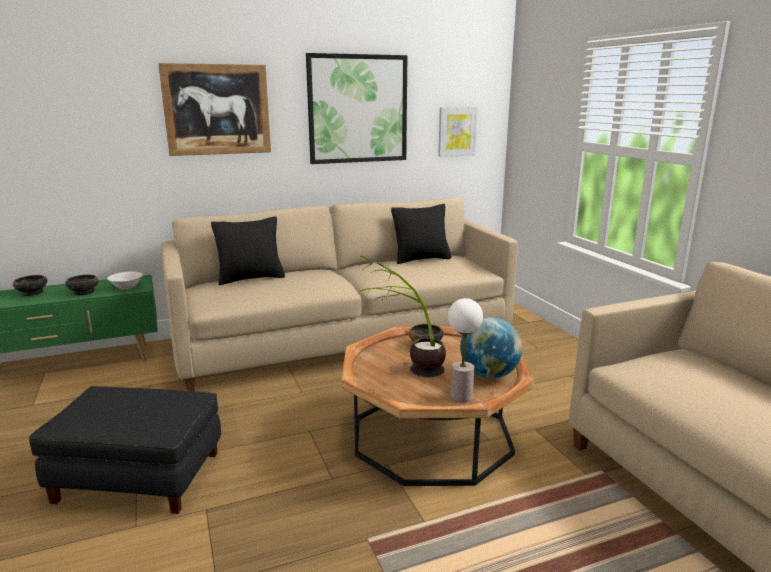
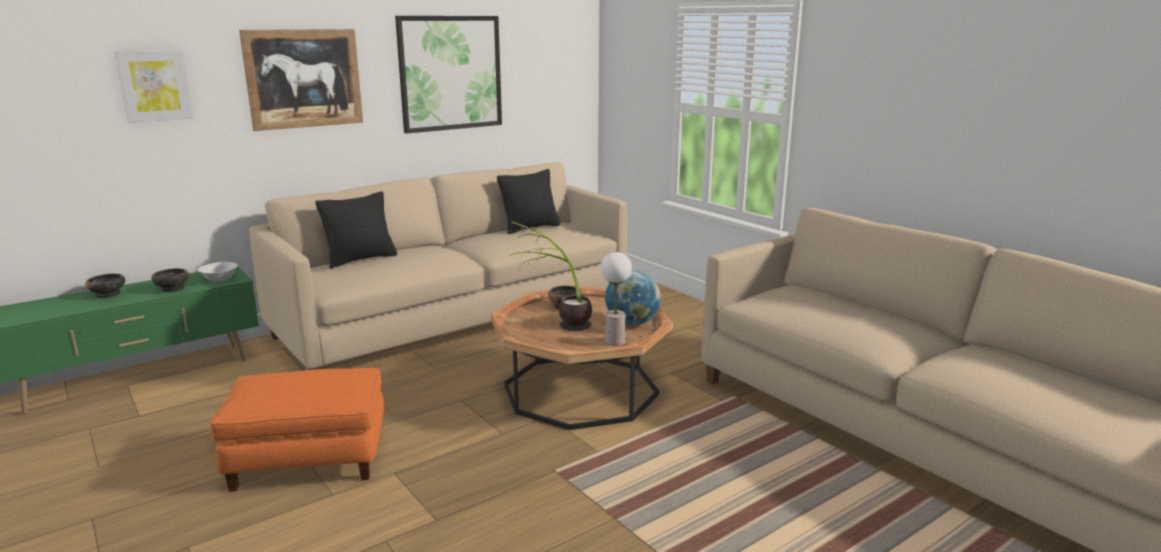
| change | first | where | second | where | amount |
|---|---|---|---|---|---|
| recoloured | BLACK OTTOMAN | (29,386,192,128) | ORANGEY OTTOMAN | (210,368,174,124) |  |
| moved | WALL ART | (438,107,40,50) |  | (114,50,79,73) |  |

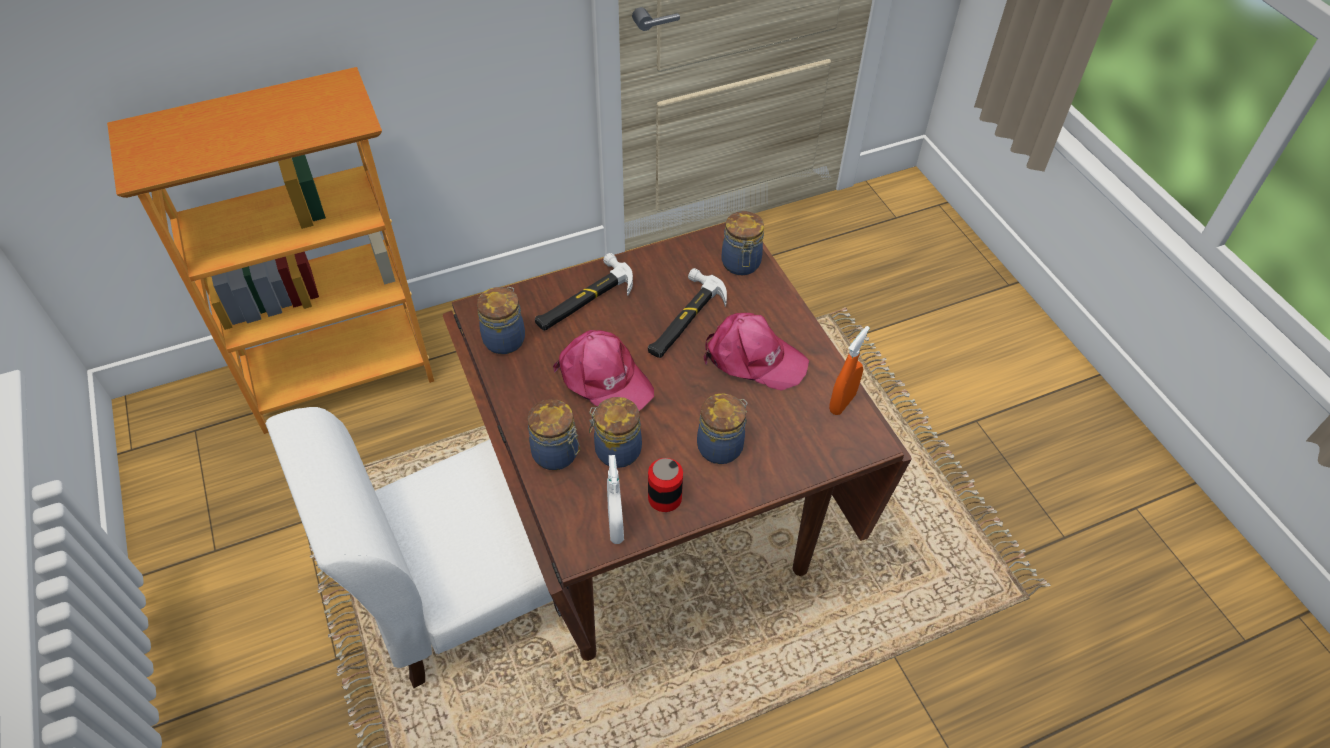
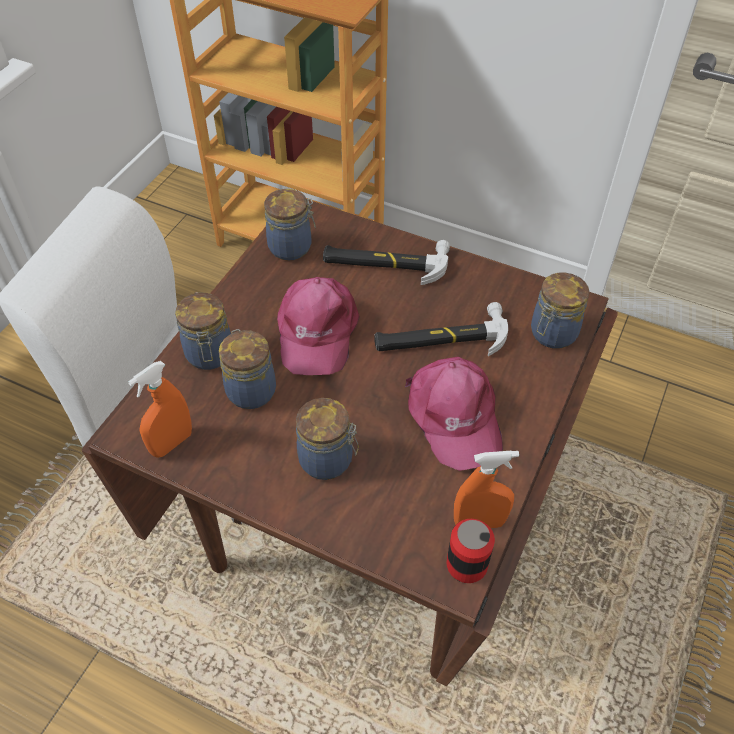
| change | first | where | second | where | amount |
|---|---|---|---|---|---|
| recoloured | WHITE SPRAY BOTTLE | (607,455,17,89) | ORANGEY SPRAY BOTTLE | (128,361,64,97) |  |
| moved | SEALED CAN | (648,458,35,54) |  | (447,519,48,64) |  |

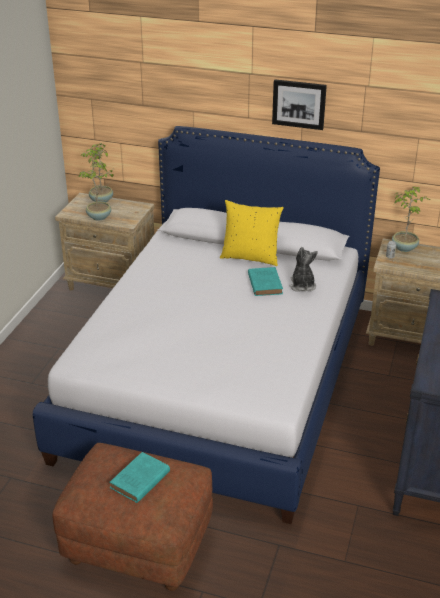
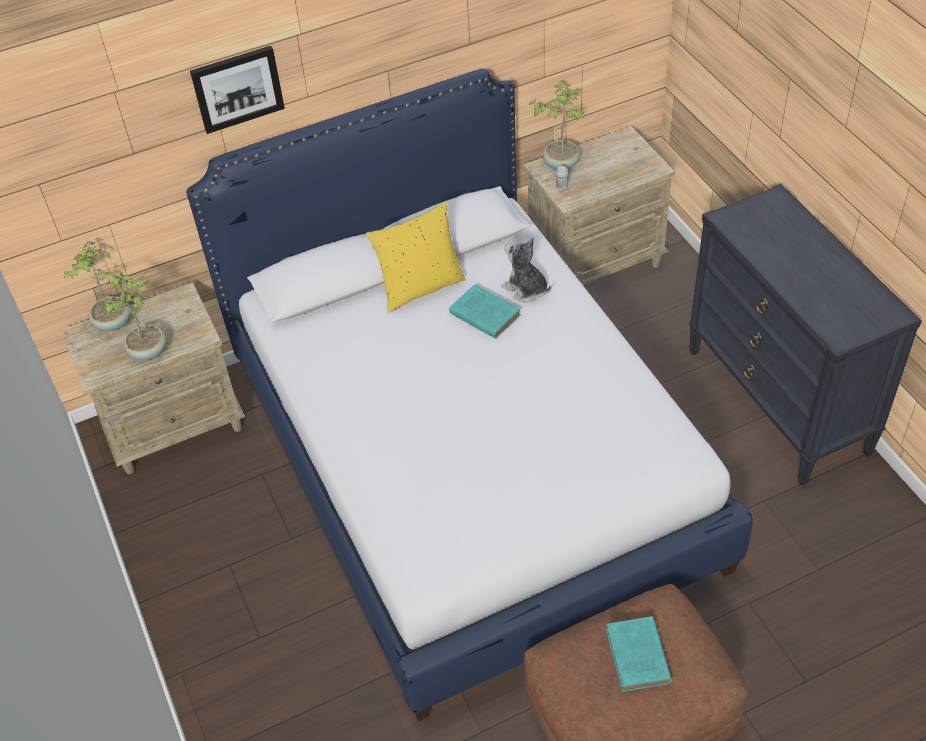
| change | first | where | second | where | amount |
|---|---|---|---|---|---|
| moved | WALL ART | (272,79,55,51) |  | (190,46,95,88) |  |

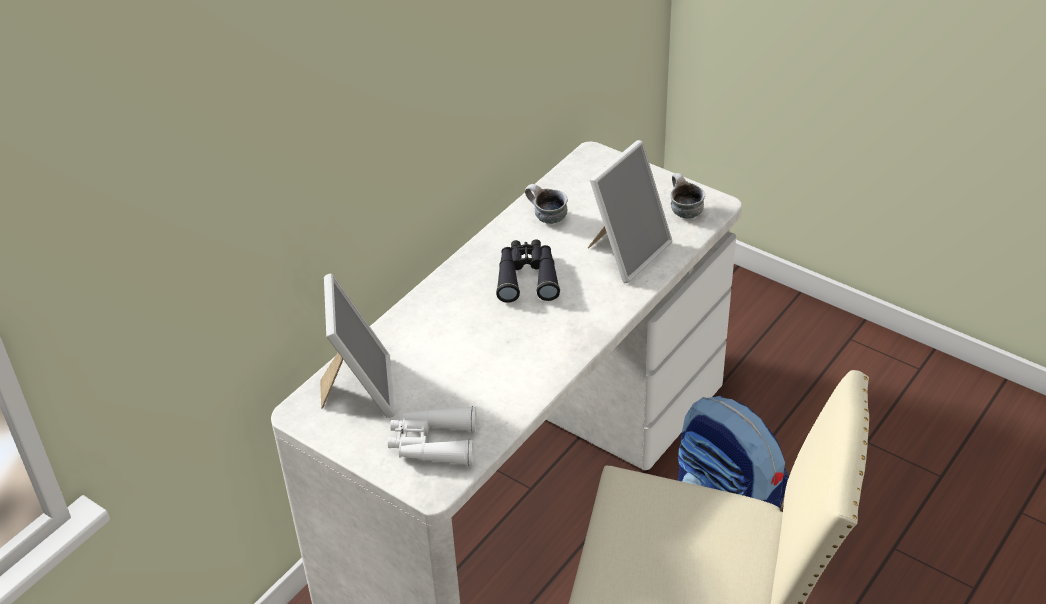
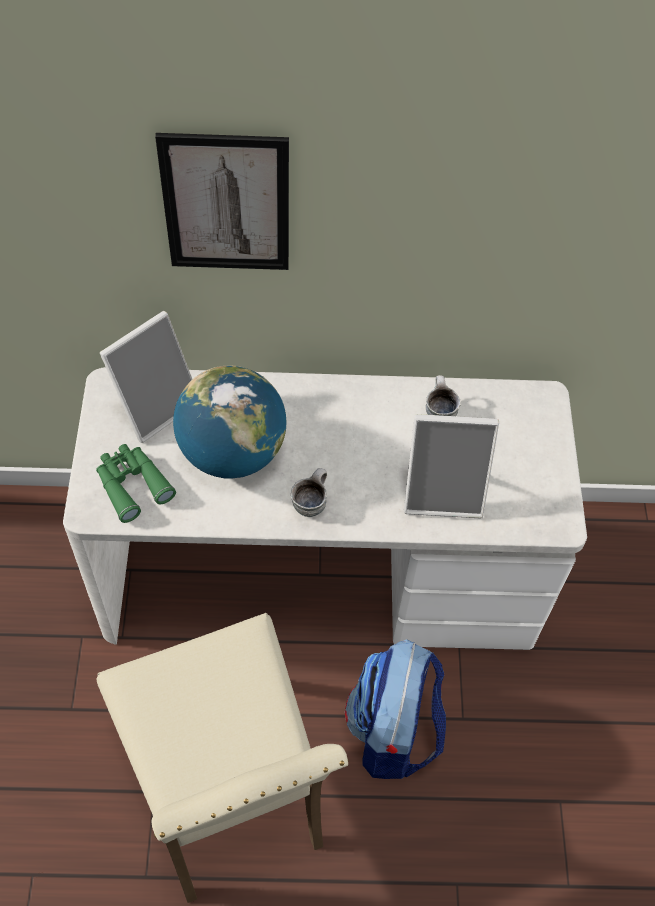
| change | first | where | second | where | amount |
|---|---|---|---|---|---|
| recoloured | WHITE BINOCULARS | (388,406,88,60) | GREEN-COLOURED BINOCULARS | (96,444,80,79) |  |
| removed | BLACK BINOCULARS | (496,239,64,64) |  |  |  |
| moved | MUG | (671,173,34,46) |  | (291,468,36,49) |  |
| added |  |  | WALL ART | (155,133,134,137) |  |
| added |  |  | GLOBE | (173,365,113,113) |  |

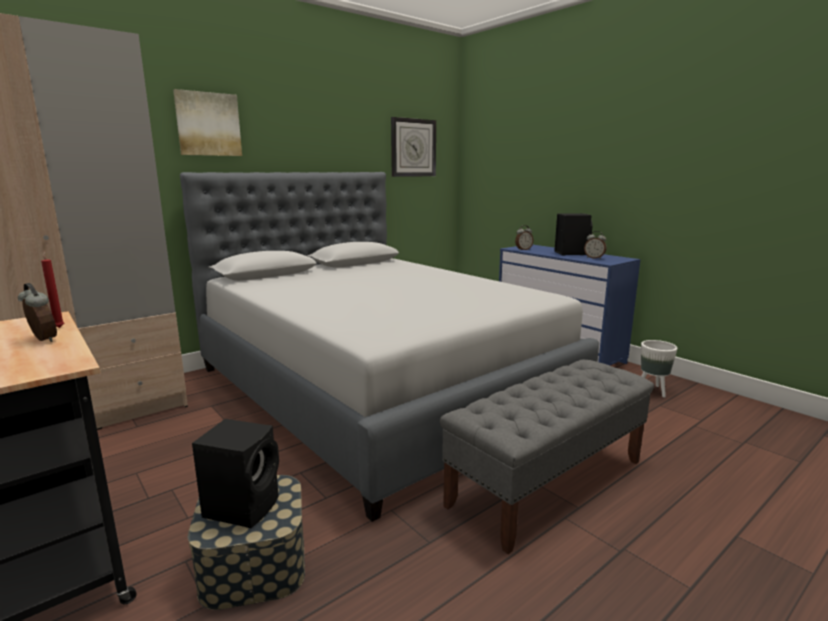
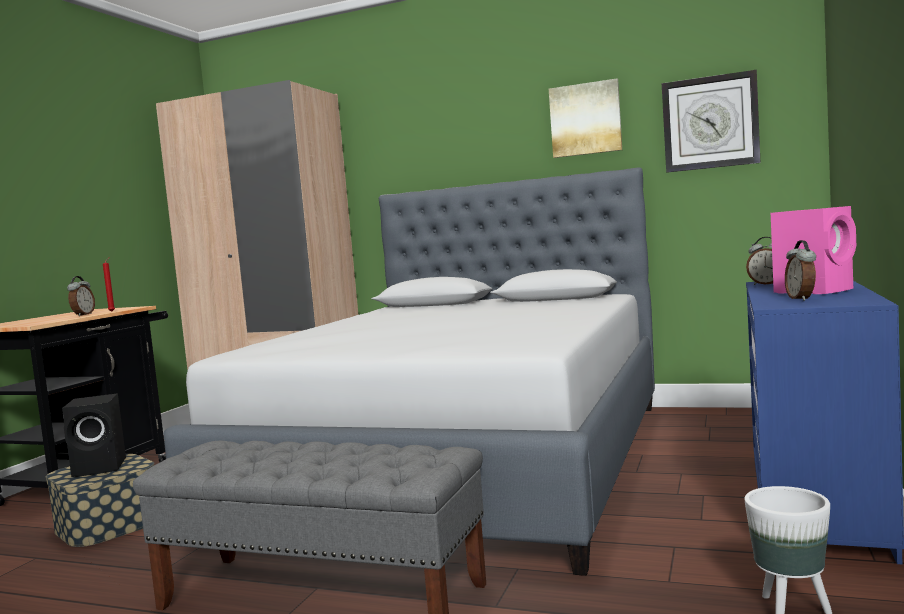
| change | first | where | second | where | amount |
|---|---|---|---|---|---|
| moved | WALL ART | (173,89,69,67) |  | (549,78,73,80) |  |
| recoloured | BLACK SPEAKER | (554,213,39,42) | PINK-COLOURED SPEAKER | (771,206,85,88) |  |

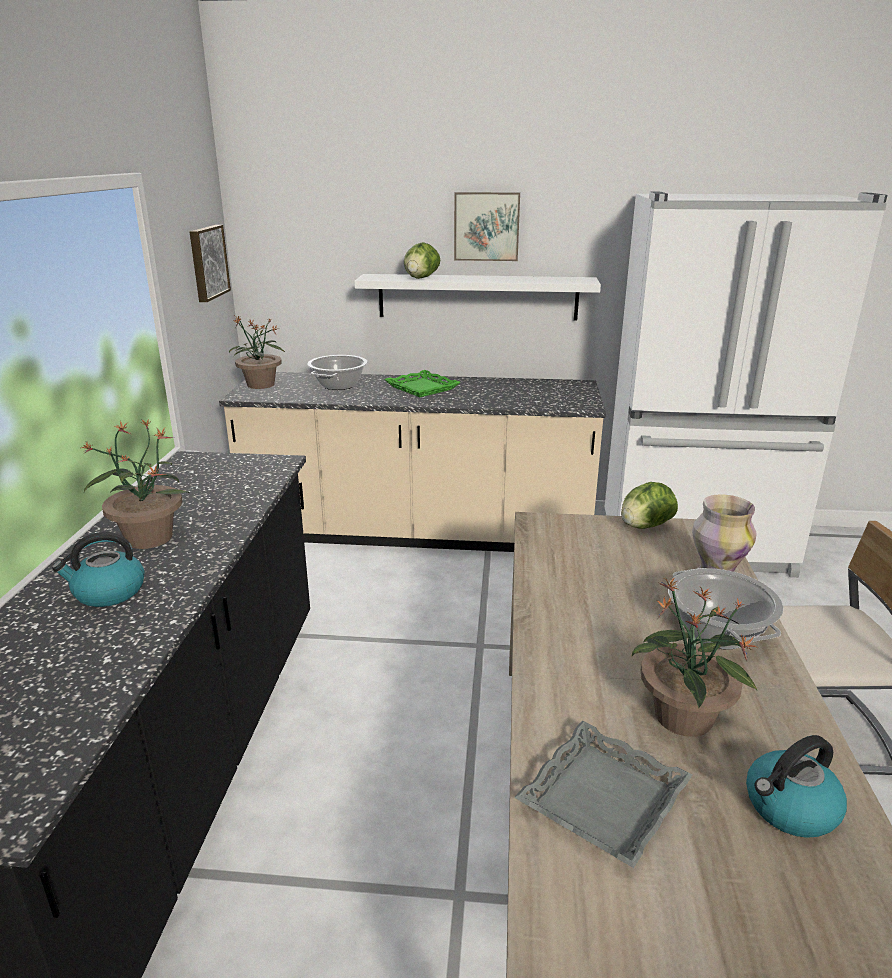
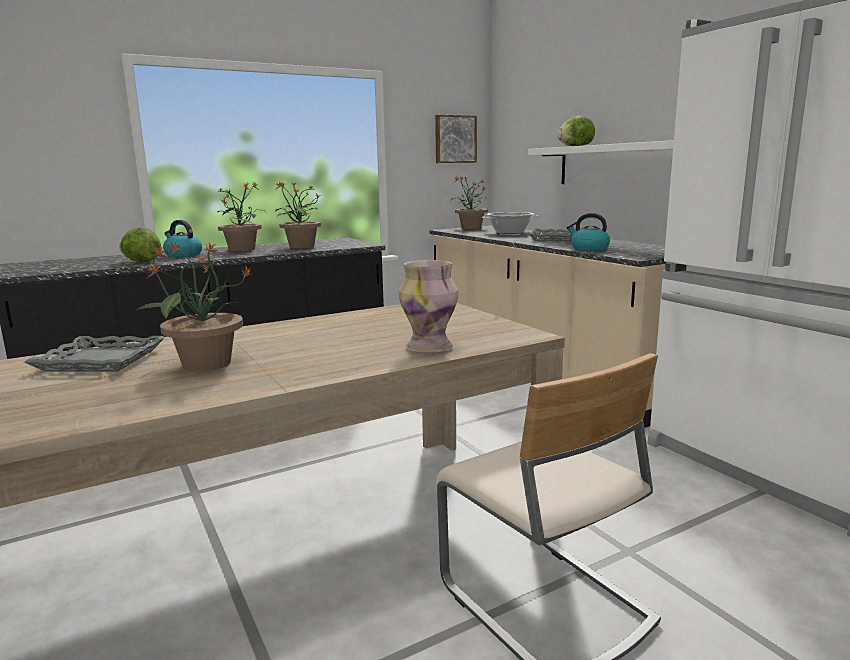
| change | first | where | second | where | amount |
|---|---|---|---|---|---|
| recoloured | GREEN-COLOURED TRAY | (384,370,77,27) | GRAY TRAY | (529,229,47,12) |  |
| removed | WALL ART | (454,192,66,69) |  |  |  |
| moved | HEAD OF LETTUCE | (621,482,57,47) |  | (119,227,42,35) |  |
| removed | SAUCEPOT | (668,568,115,82) |  |  |  |
| moved | WATER KETTLE | (746,735,101,103) |  | (567,213,43,38) |  |
| added |  |  | HOUSEPLANT | (275,181,46,67) |  |

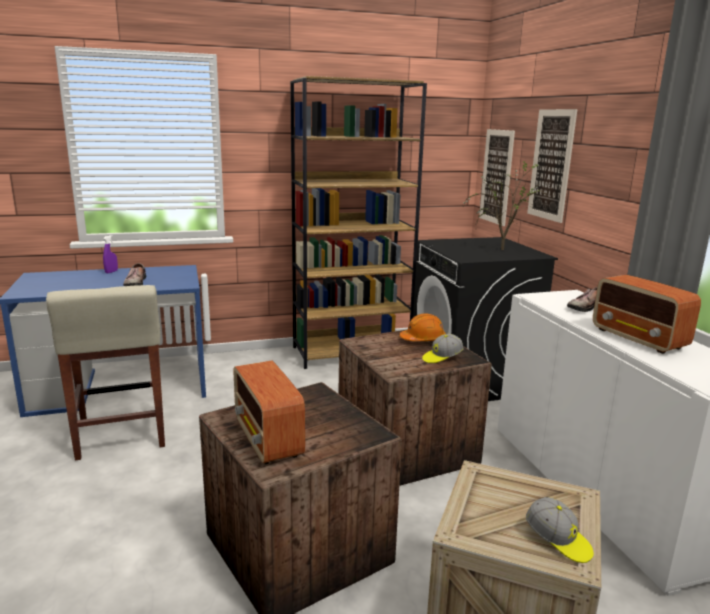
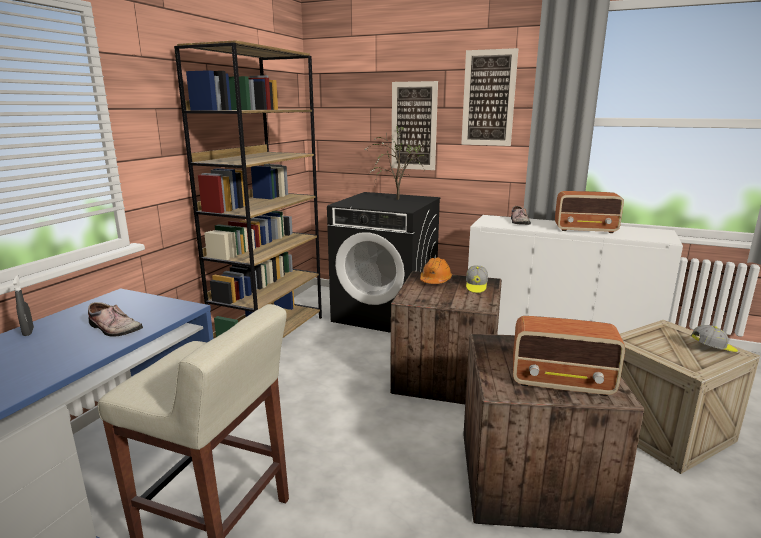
| change | first | where | second | where | amount |
|---|---|---|---|---|---|
| recoloured | PURPLE SPRAY BOTTLE | (103,235,15,38) | GRAY SPRAY BOTTLE | (13,275,21,61) |  |
| moved | WALL ART | (479,129,36,97) |  | (461,48,58,98) |  |

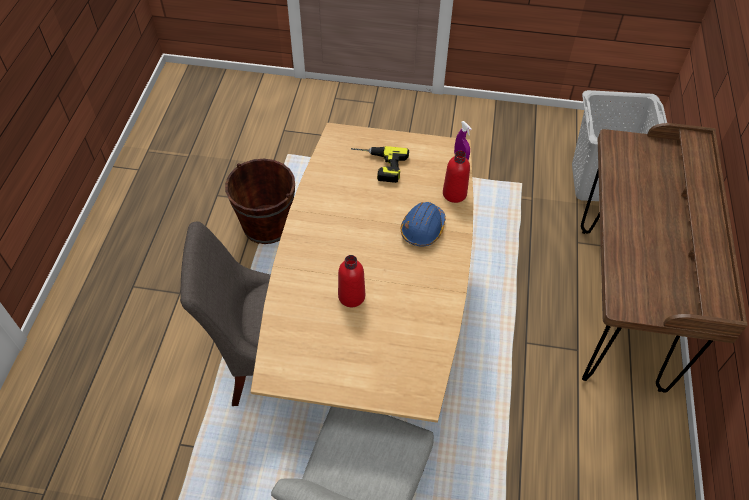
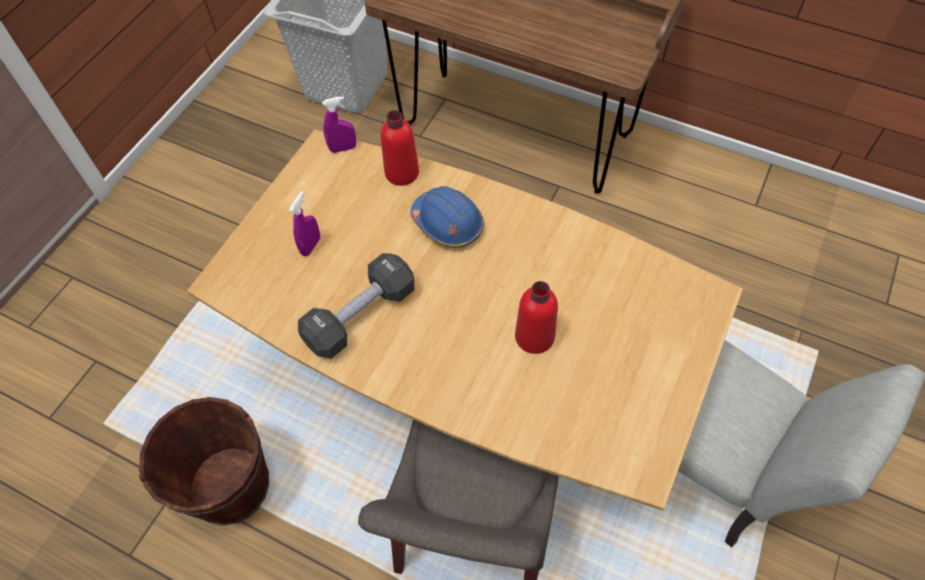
| change | first | where | second | where | amount |
|---|---|---|---|---|---|
| replaced | ELECTRIC DRILL | (351,146,58,37) | PURPLE SPRAY BOTTLE | (289,191,31,65) |  |
| added |  |  | BLACK DUMBBELL | (298,253,116,106) |  |

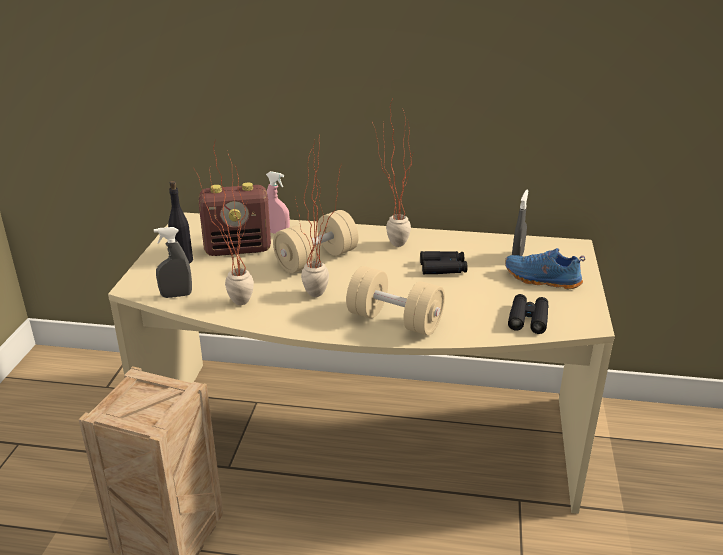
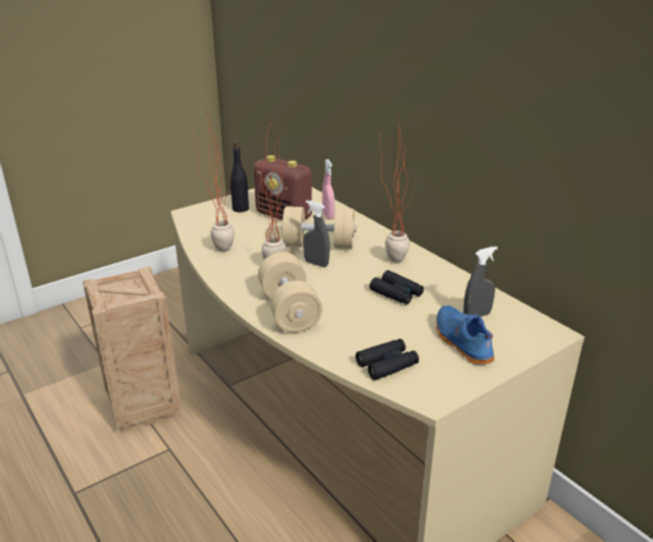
| change | first | where | second | where | amount |
|---|---|---|---|---|---|
| moved | GRAY SPRAY BOTTLE | (154,227,38,71) |  | (303,200,27,67) |  |

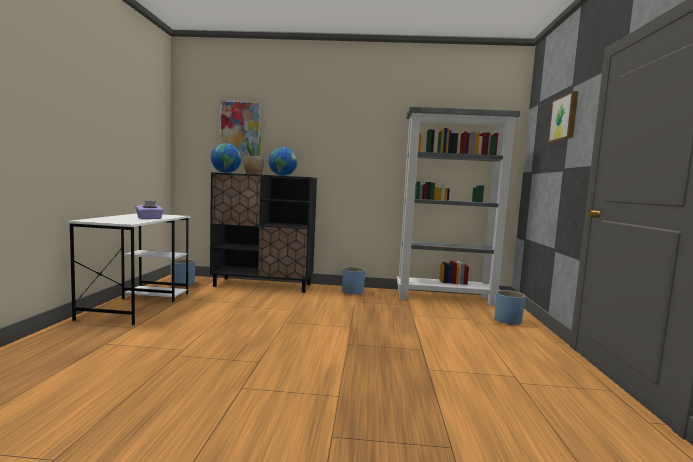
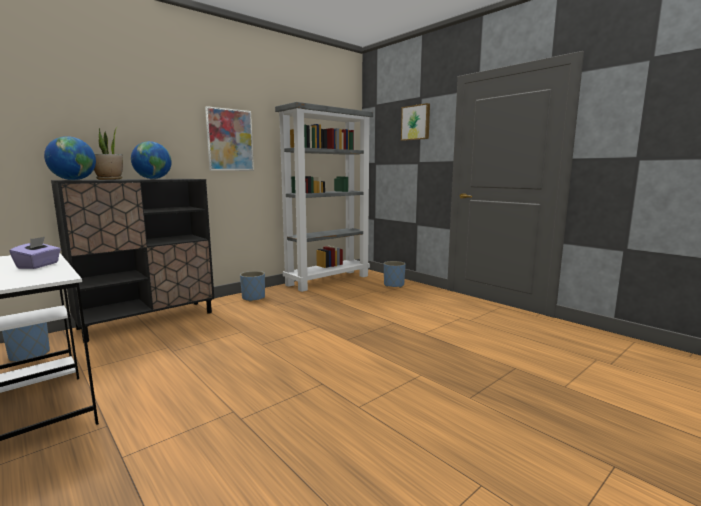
| change | first | where | second | where | amount |
|---|---|---|---|---|---|
| moved | WALL ART | (219,100,42,56) |  | (205,106,49,65) |  |

